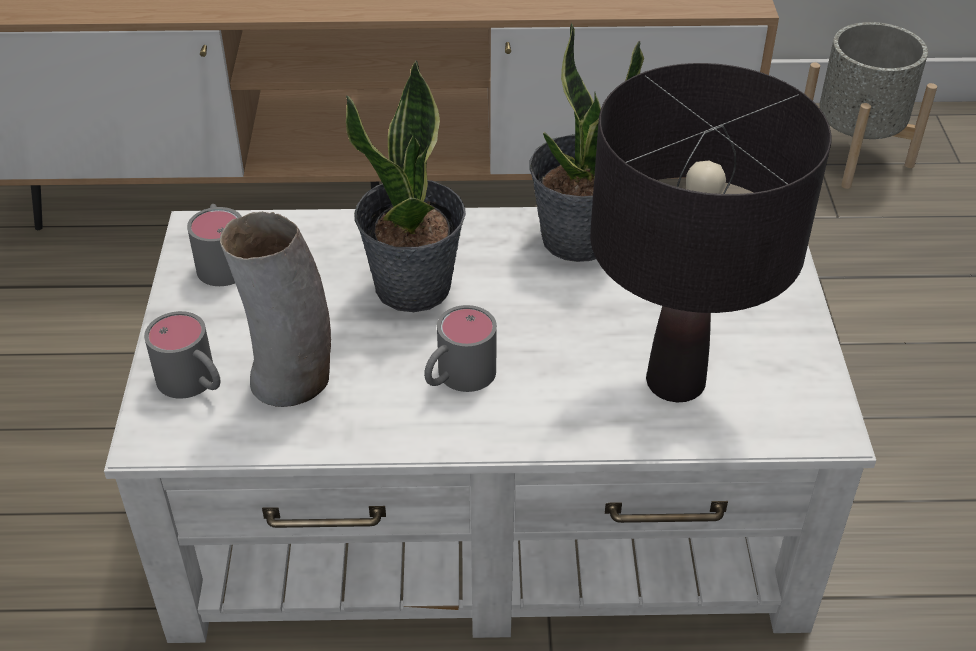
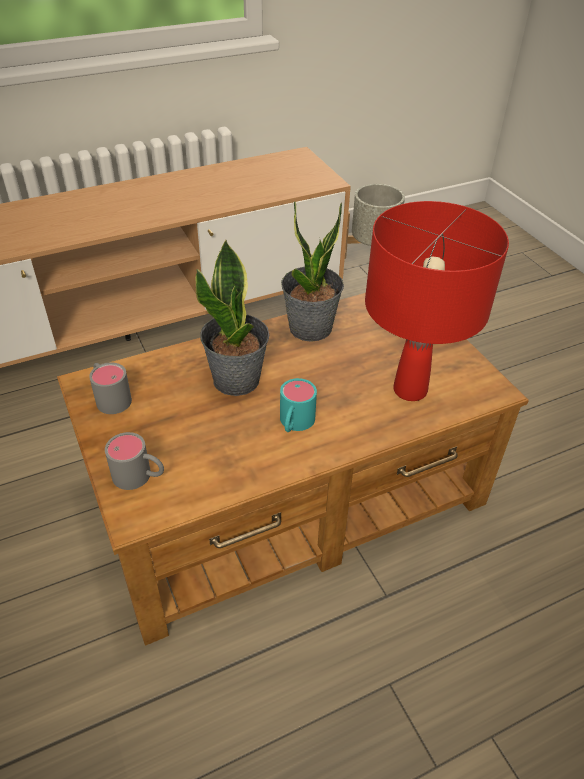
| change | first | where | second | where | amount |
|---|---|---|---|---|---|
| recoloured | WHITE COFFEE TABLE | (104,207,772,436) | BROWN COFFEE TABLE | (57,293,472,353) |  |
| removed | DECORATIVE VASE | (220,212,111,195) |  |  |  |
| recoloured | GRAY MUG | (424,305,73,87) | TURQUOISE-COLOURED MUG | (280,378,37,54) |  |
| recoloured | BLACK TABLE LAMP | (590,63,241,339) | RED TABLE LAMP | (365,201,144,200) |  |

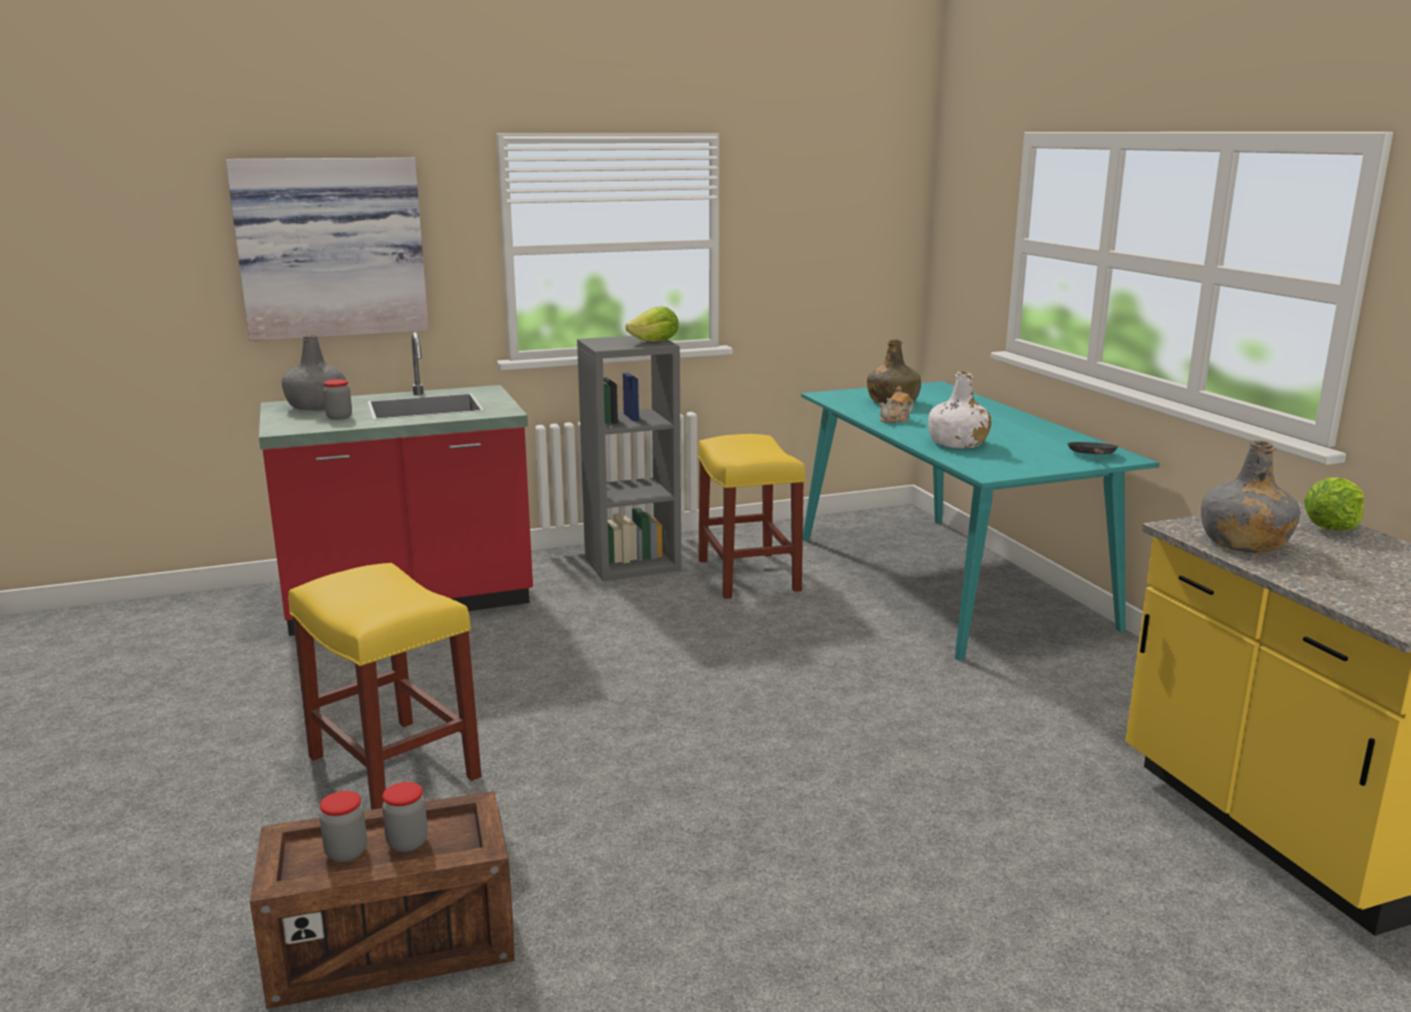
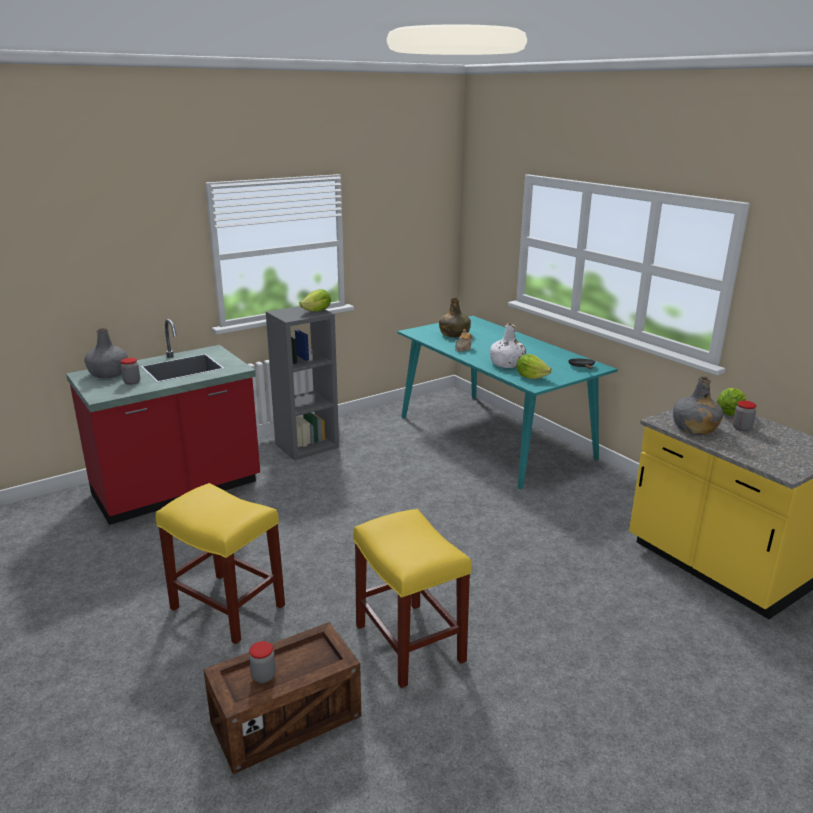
| change | first | where | second | where | amount |
|---|---|---|---|---|---|
| removed | WALL ART | (226,157,203,184) |  |  |  |
| moved | JAR | (382,782,46,70) |  | (733,401,24,30) |  |
| moved | YELLOW-COLOURED STOOL | (698,434,108,165) |  | (353,509,119,179) |  |
| added |  |  | HEAD OF LETTUCE | (516,354,36,25) |  |

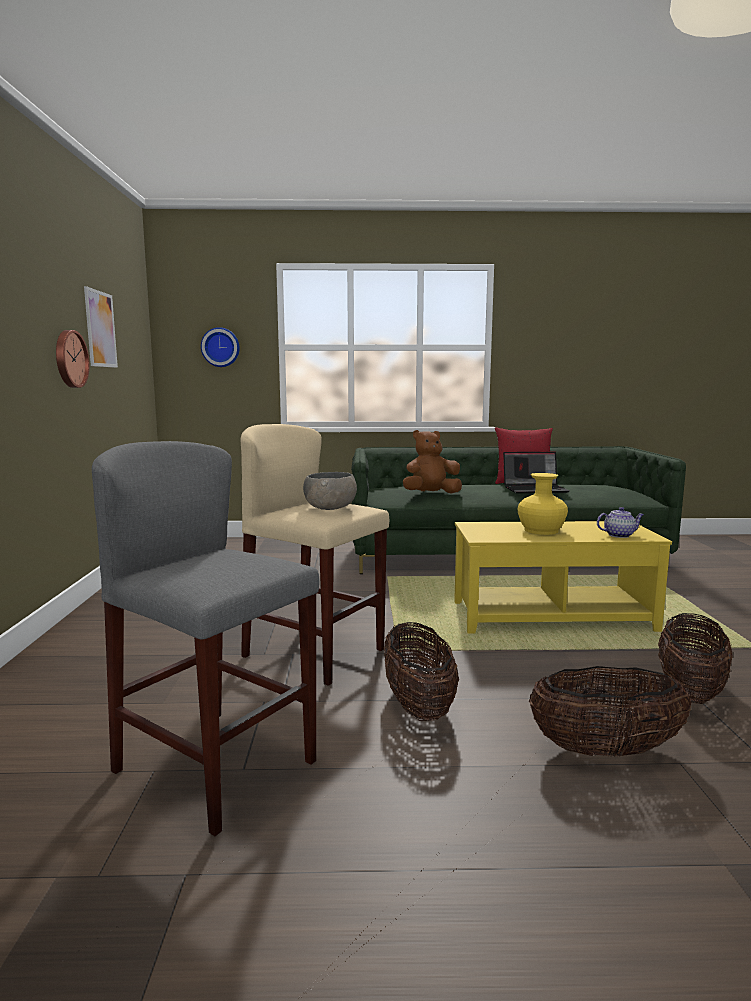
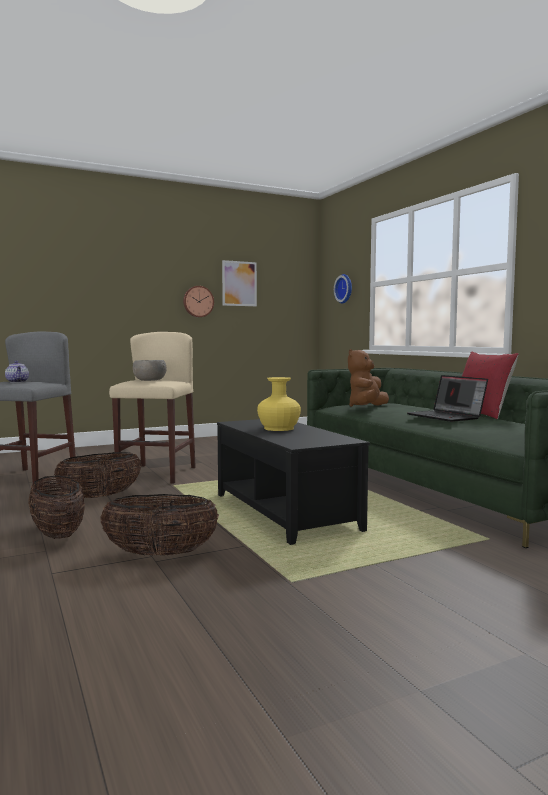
| change | first | where | second | where | amount |
|---|---|---|---|---|---|
| turned | BROWN PLUSH TOY | (403,430,59,64) |  | (348,349,41,58) | 105 degrees counterclockwise |
| recoloured | YELLOW-COLOURED COFFEE TABLE | (454,521,218,113) | BLACK COFFEE TABLE | (217,419,153,126) |  |
| moved | TEAPOT | (597,507,47,31) |  | (5,361,24,22) |  |

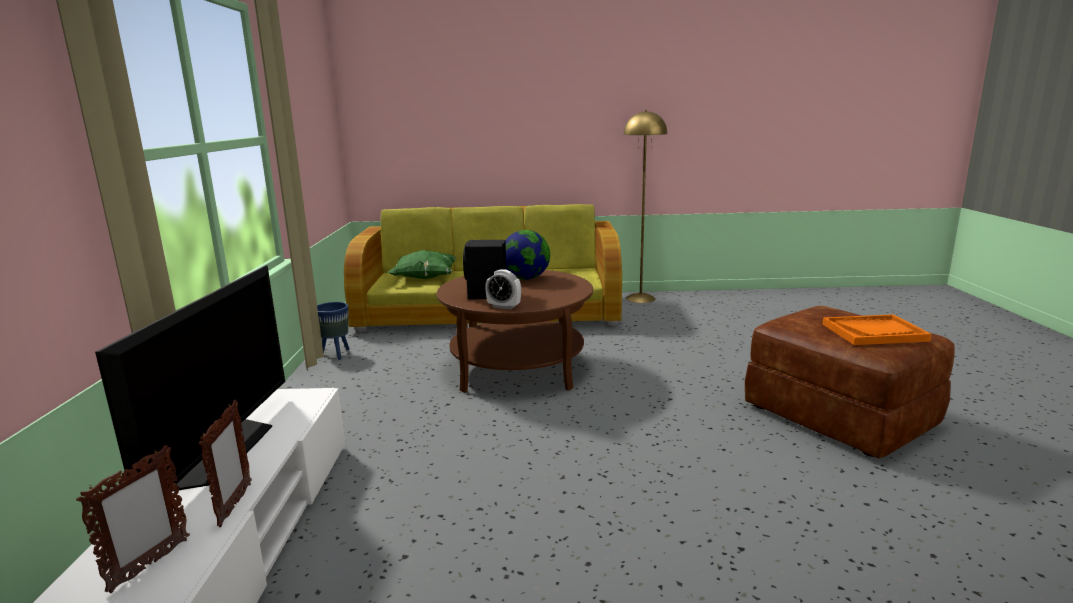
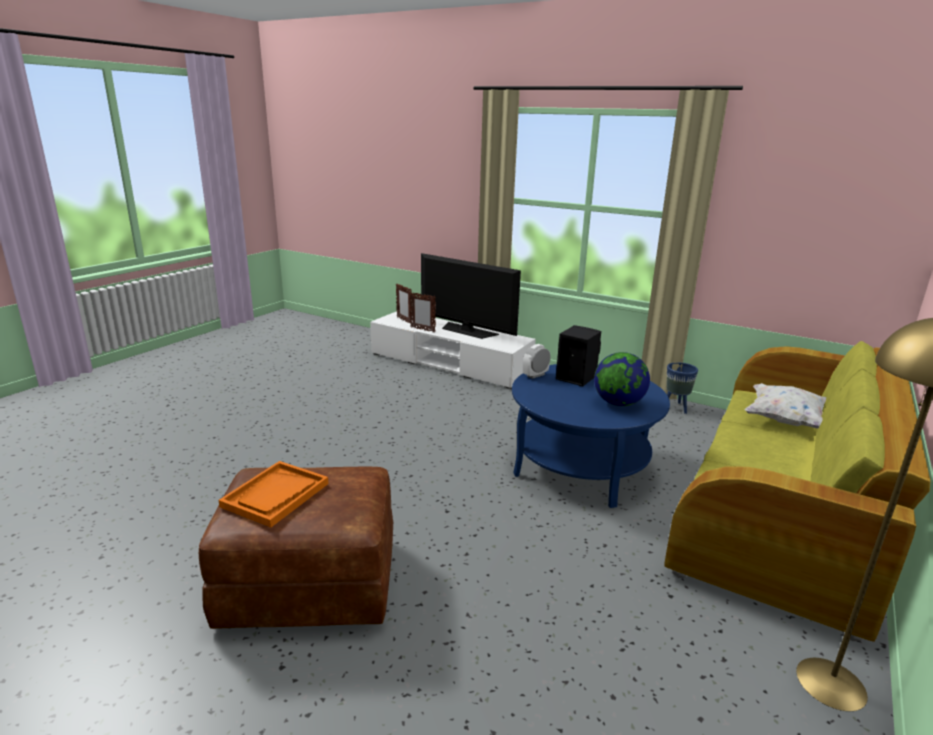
| change | first | where | second | where | amount |
|---|---|---|---|---|---|
| recoloured | GREEN-COLOURED THROW PILLOW | (387,250,69,29) | WHITE THROW PILLOW | (745,383,81,46) |  |
| recoloured | BROWN COFFEE TABLE | (437,270,156,123) | BLUE-COLOURED COFFEE TABLE | (512,364,158,144) |  |

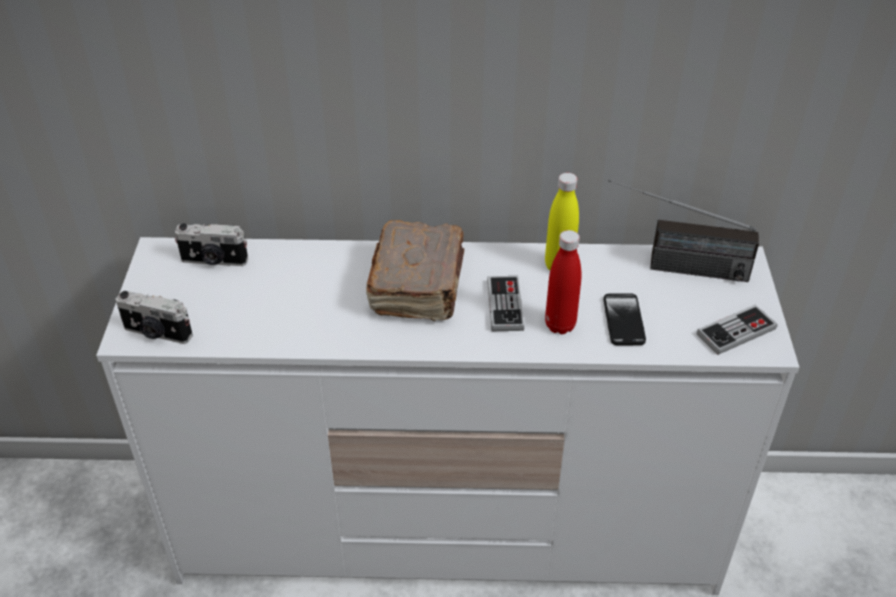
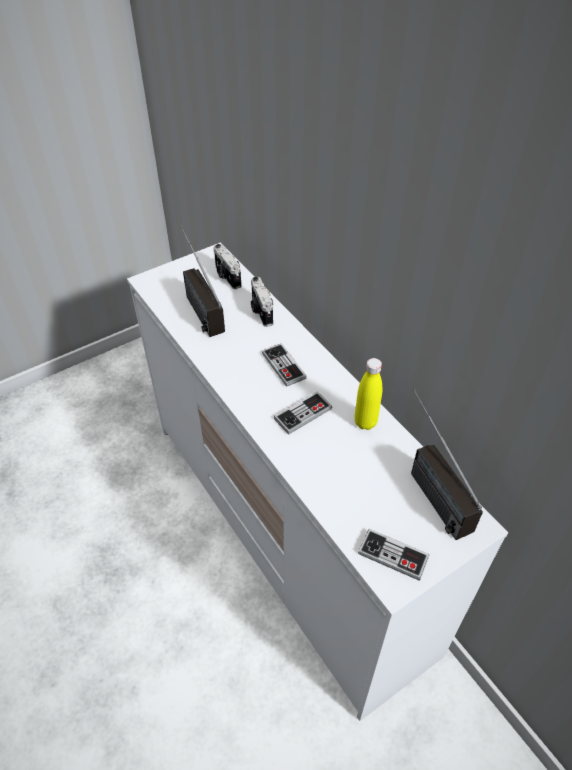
| change | first | where | second | where | amount |
|---|---|---|---|---|---|
| moved | STILL CAMERA | (115,291,78,53) |  | (251,277,22,50) |  |
| replaced | BROWN VOLUME | (366,220,98,101) | GAMEPAD | (262,343,45,44) |  |
| removed | RED DRINK BOTTLE | (545,230,37,104) |  |  |  |
| removed | HANDSET | (603,293,43,53) |  |  |  |
| added |  |  | RADIO SET | (181,226,44,111) |  |

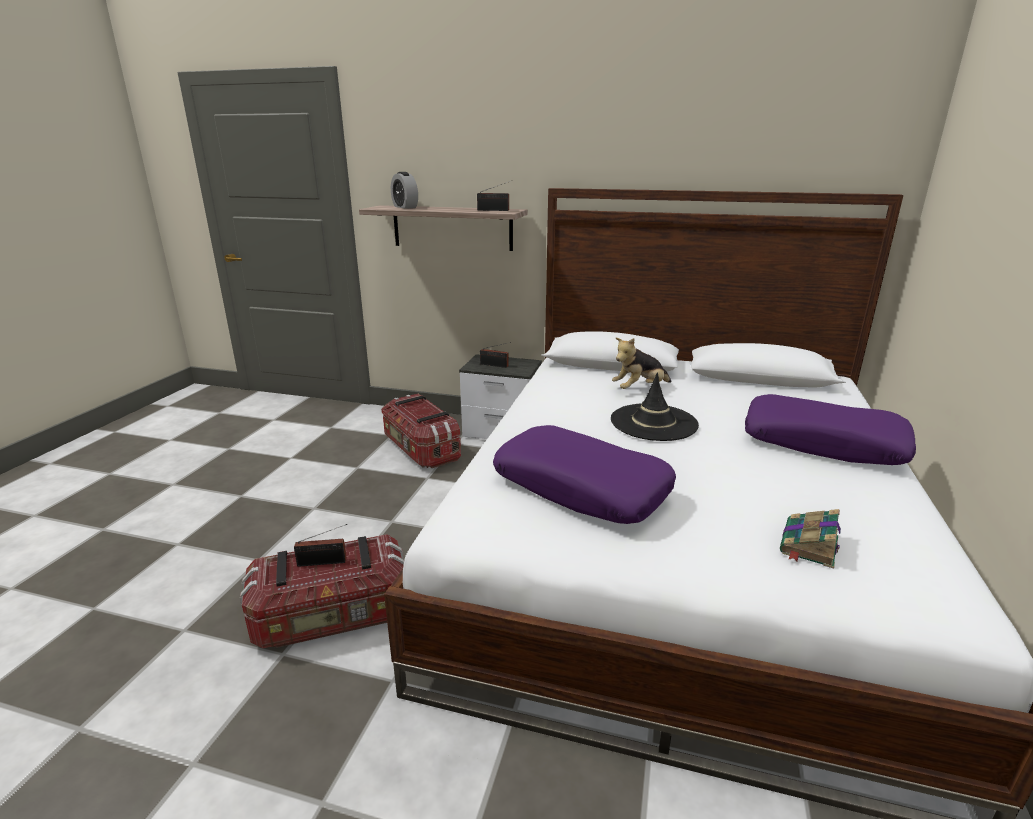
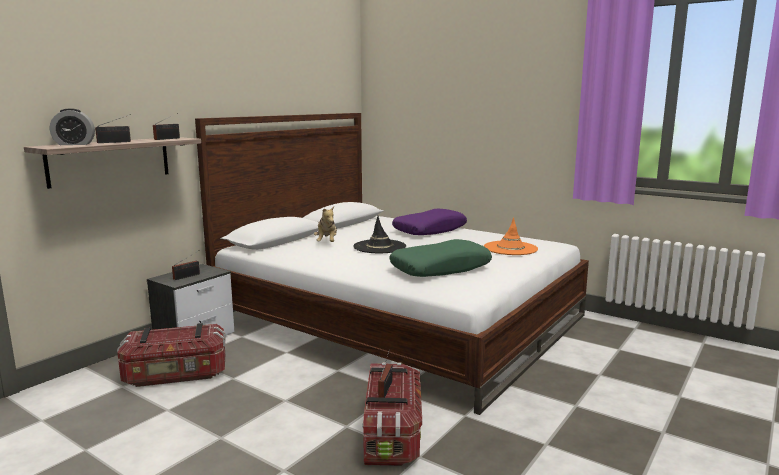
| change | first | where | second | where | amount |
|---|---|---|---|---|---|
| recoloured | PURPLE THROW PILLOW | (493,425,183,99) | GREEN-COLOURED THROW PILLOW | (389,239,103,38) |  |
| replaced | VOLUME | (780,509,61,60) | ORANGEY CLOTHING HAT | (484,217,54,38) |  |
| added |  |  | RADIO SET | (95,114,36,29) |  |

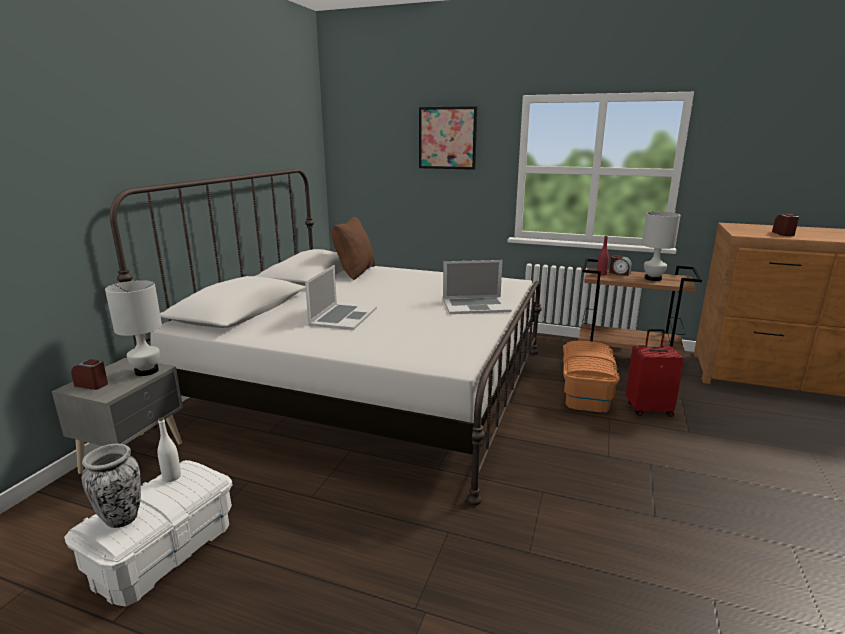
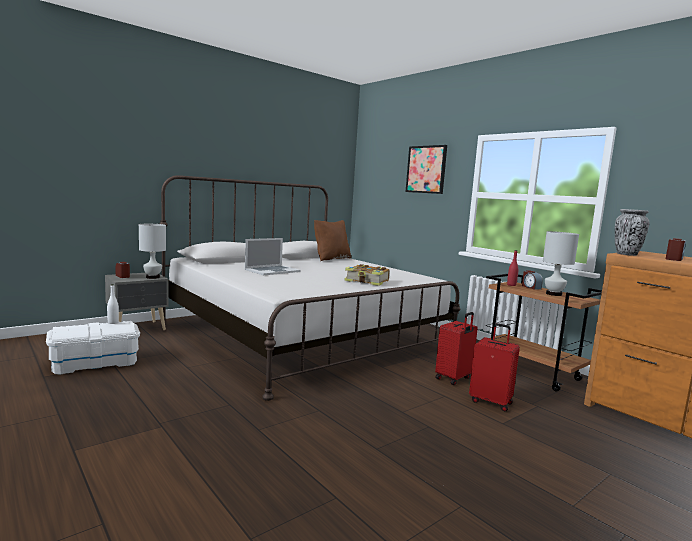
| change | first | where | second | where | amount |
|---|---|---|---|---|---|
| moved | DECORATIVE VASE | (82,444,59,84) |  | (615,209,34,47) |  |
| replaced | LAPTOP | (443,260,68,54) | VOLUME | (344,264,45,22) |  |
| replaced | ORANGEY STORAGE BIN | (563,341,57,71) | RED TRAVEL CASE | (435,312,43,73) |  |

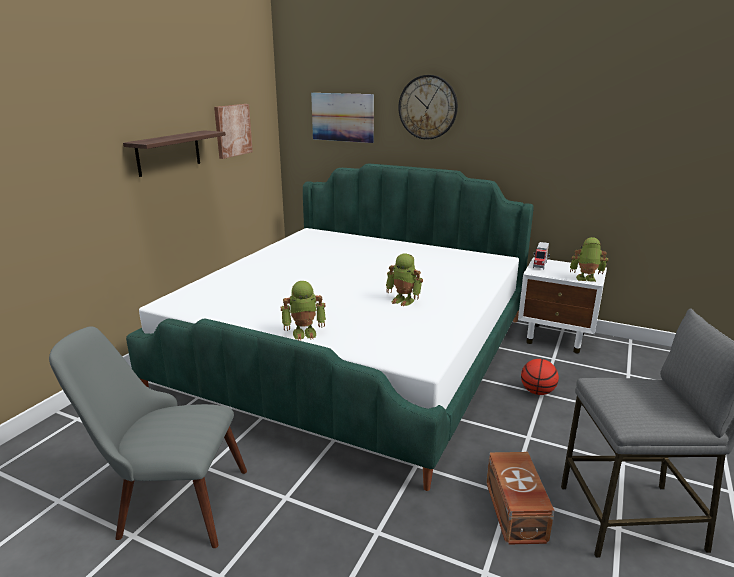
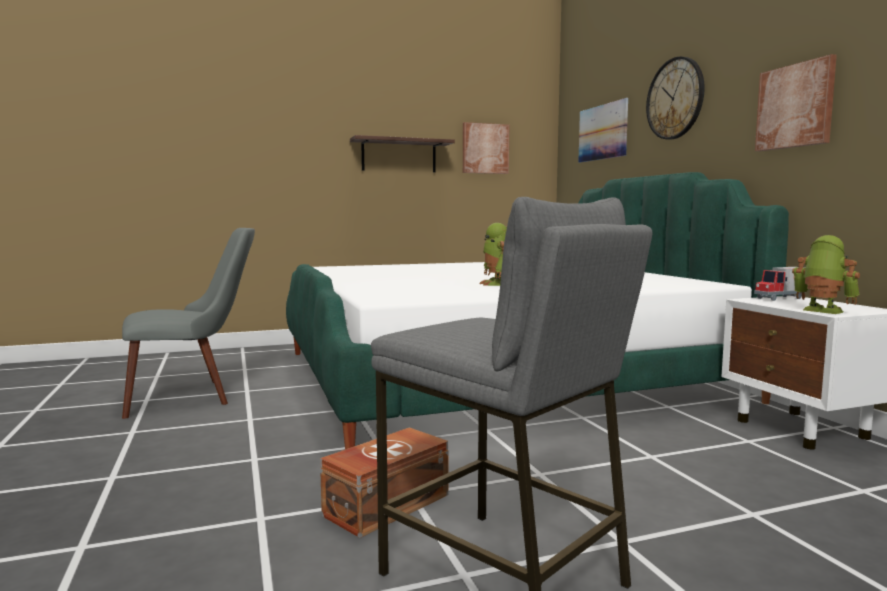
| change | first | where | second | where | amount |
|---|---|---|---|---|---|
| turned | GRAY PLAIN CHAIR | (49,326,198,222) |  | (122,228,133,191) | 105 degrees clockwise |
| removed | TOY ROBOT | (281,281,45,60) |  |  |  |
| removed | BASKETBALL | (521,359,38,36) |  |  |  |
| added |  |  | WALL ART | (755,54,82,97) |  |

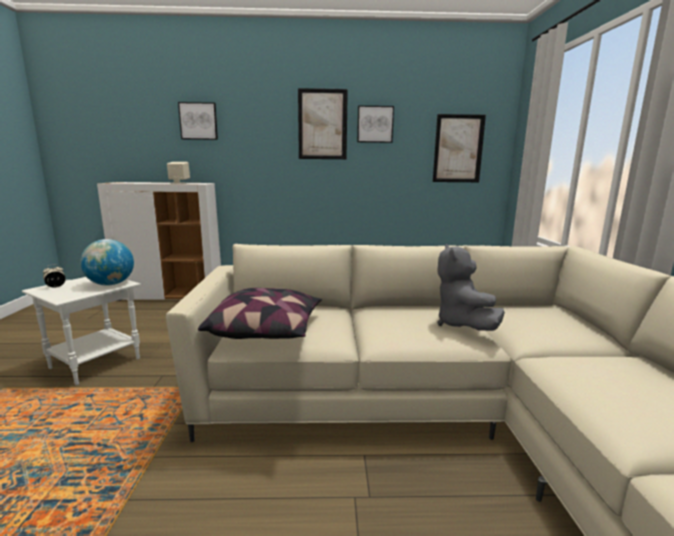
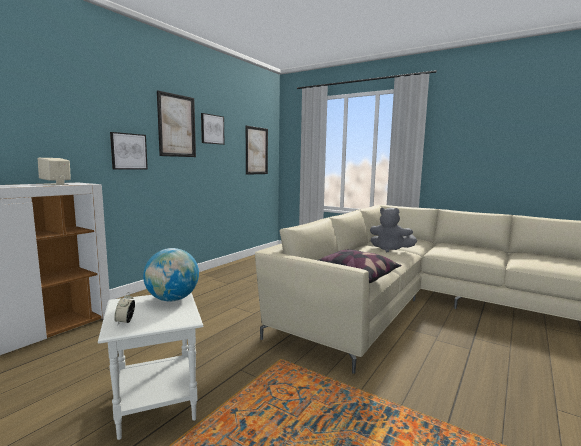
| change | first | where | second | where | amount |
|---|---|---|---|---|---|
| moved | WALL ART | (178,102,40,38) |  | (110,132,38,38) |  |

